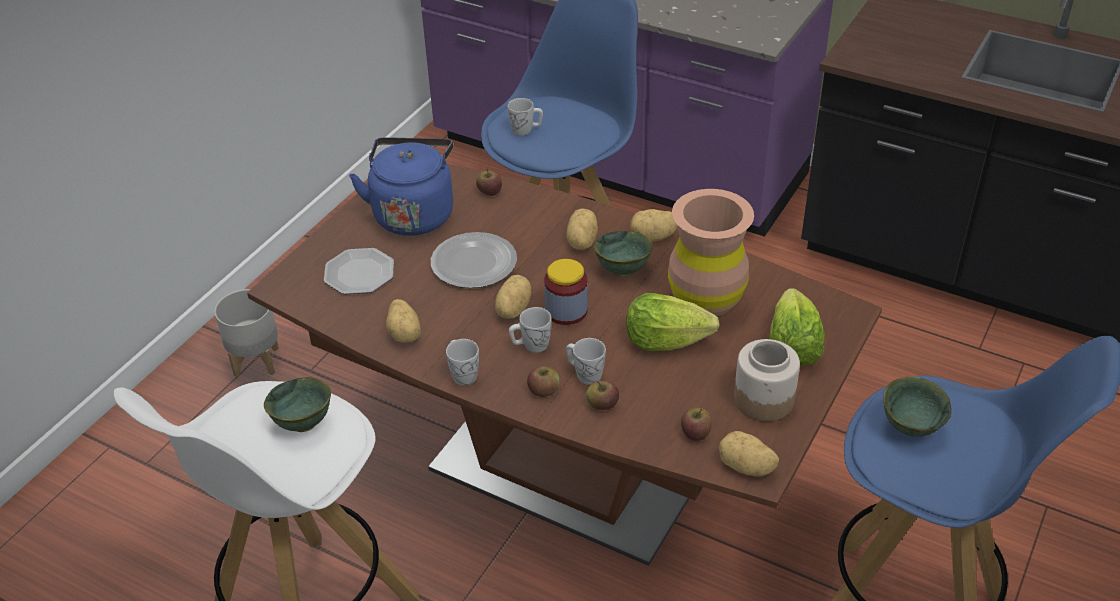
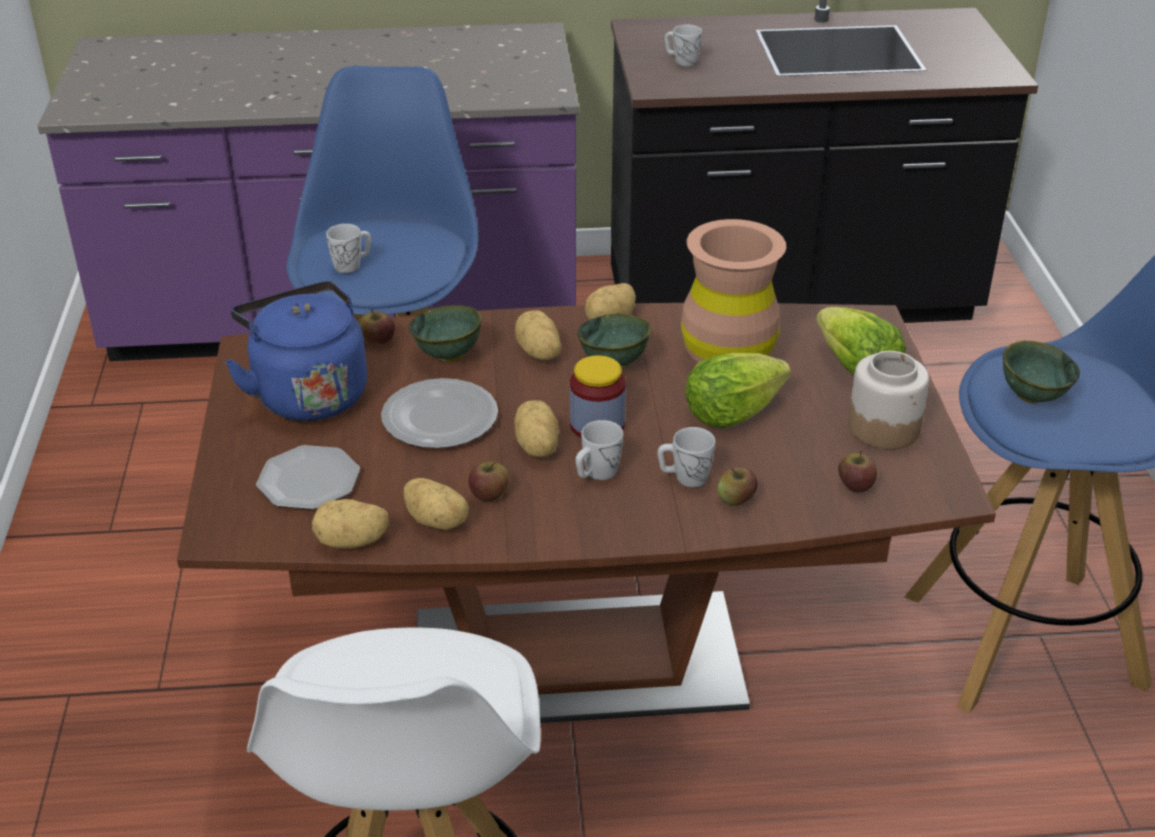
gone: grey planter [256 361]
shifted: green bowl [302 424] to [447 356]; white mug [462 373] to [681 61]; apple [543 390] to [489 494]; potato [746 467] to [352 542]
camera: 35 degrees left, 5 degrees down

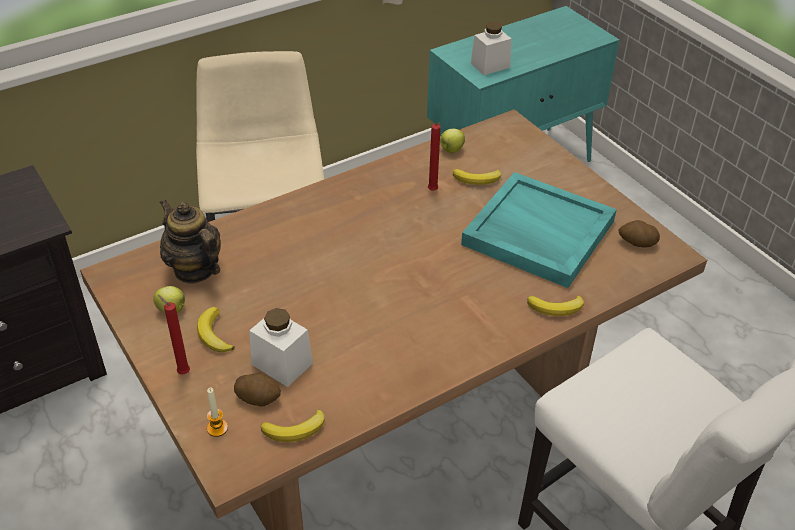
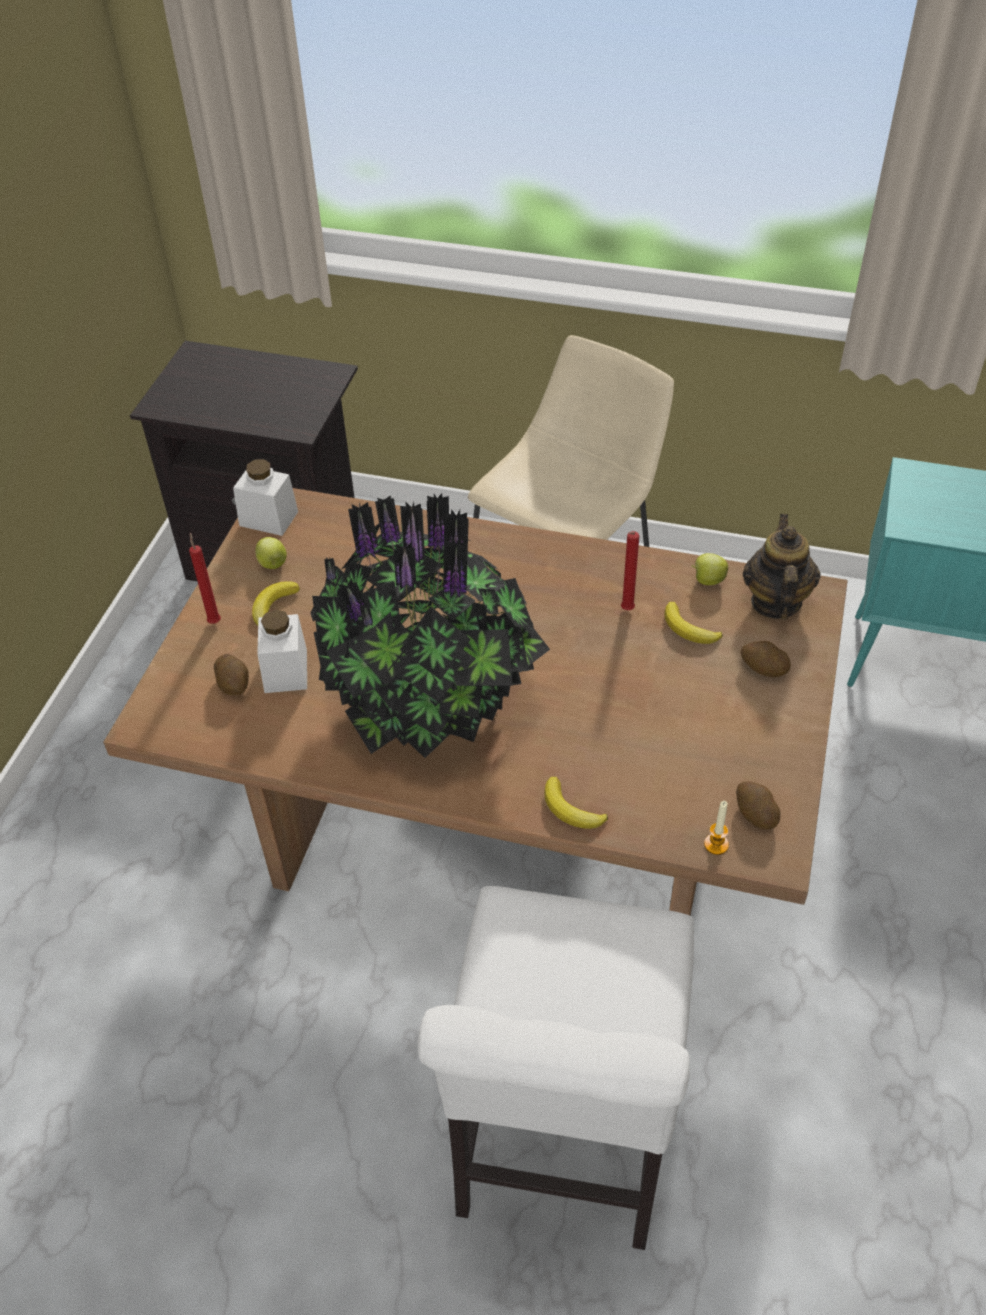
gone: banana [295 430]; turquoise tray [537 233]
new: potted plant [432 699]; potato [763 669]
shifted: teapot [194 269] to [775 602]; candle [217 428] to [716 844]; white jar [490 65] to [268 518]
camera: 50 degrees right, 5 degrees up

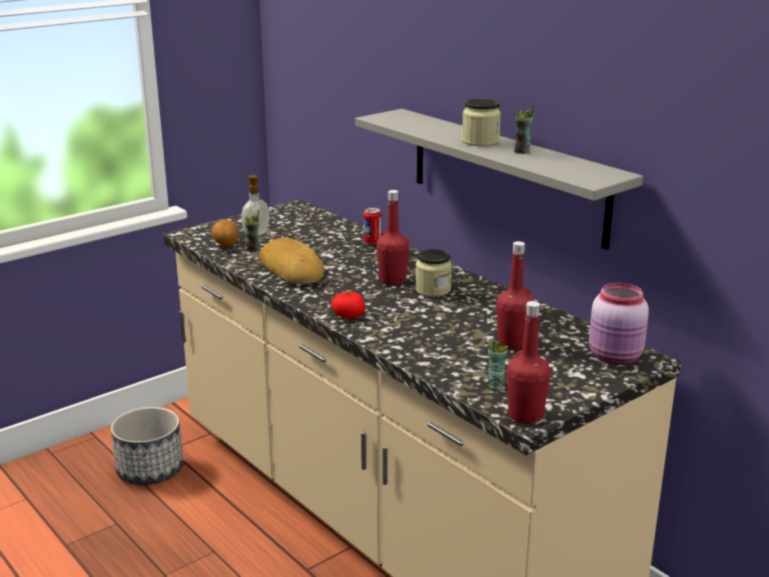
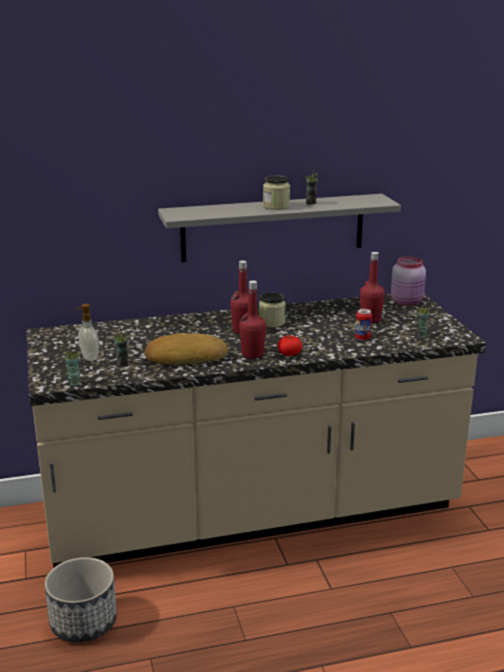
gone: potato [226 245]
new: cup [74 382]
shifted: can [372 242] to [362 338]; red bottle [525 415] to [252 354]
camera: 65 degrees left, 0 degrees up

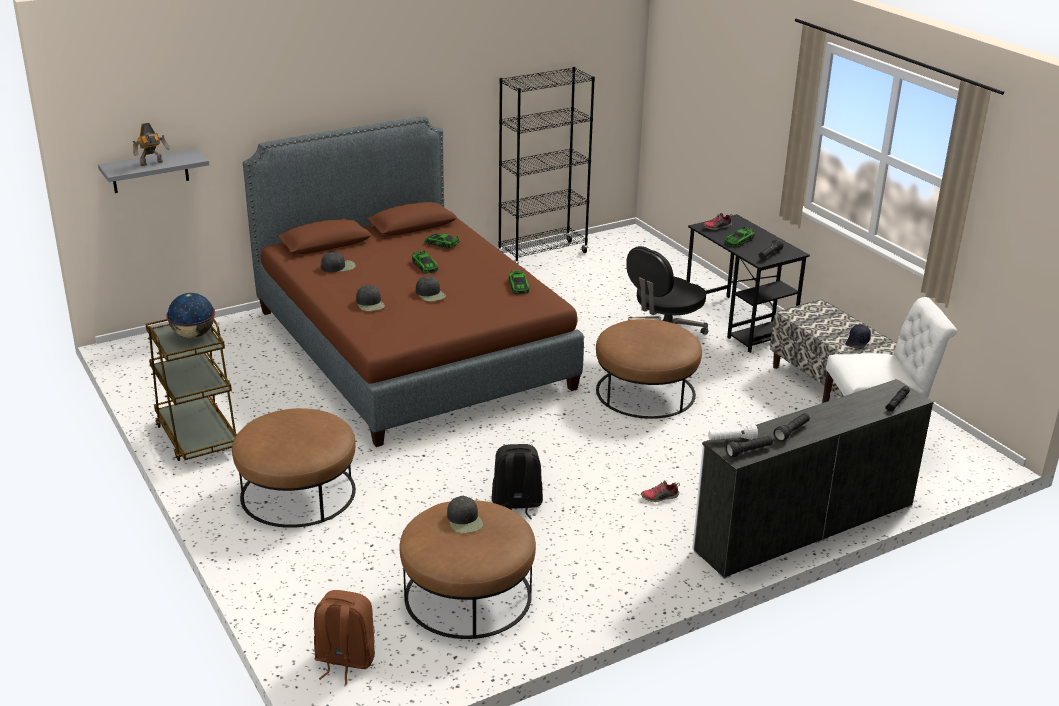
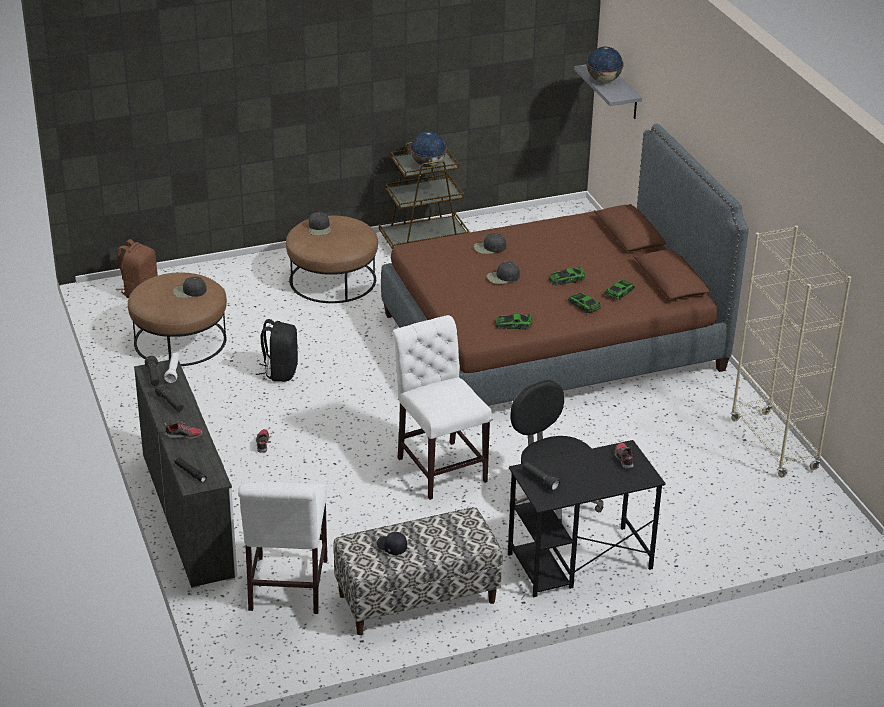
new: shoe [184 435]
shifted: black cap [338 266] to [319 228]; toy car [739 241] to [583 305]
swapped: toy robot [152 163] to globe [604 80]; brown ottoman [645 392] to white chair [439 466]
repainted: black bookcase [542 255] to beige bookcase [774 445]
camera: 100 degrees right, 5 degrees up

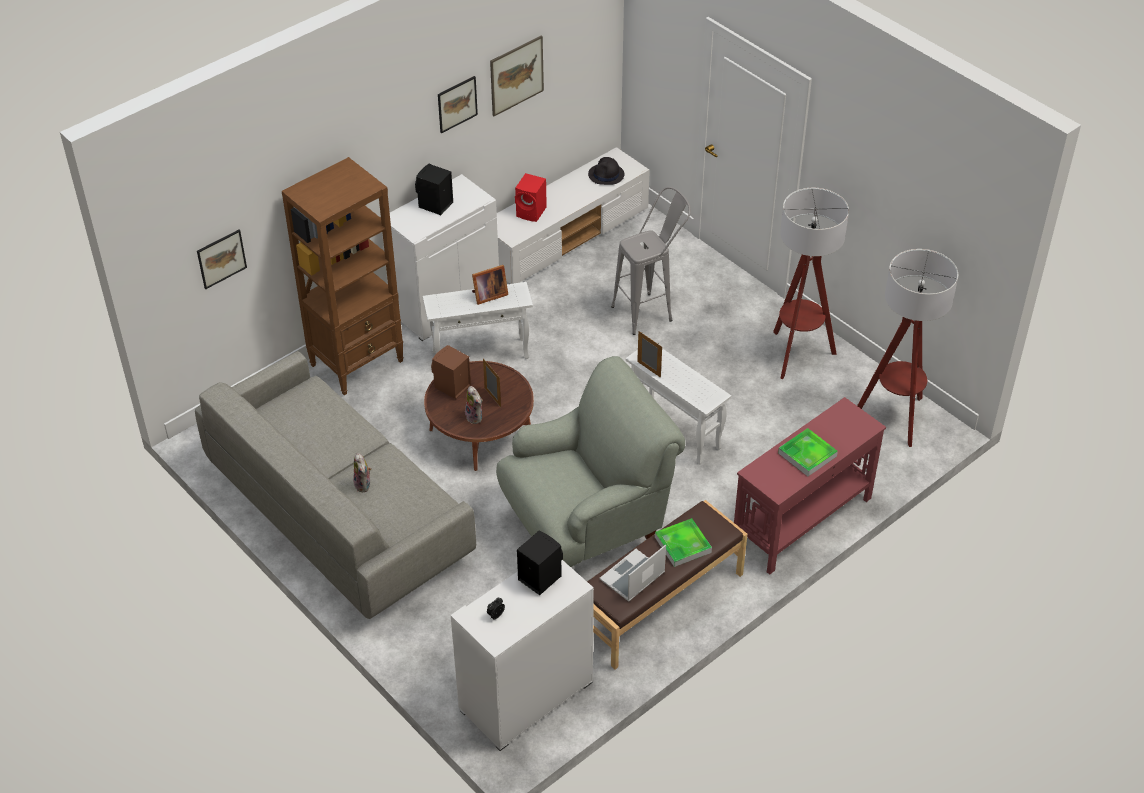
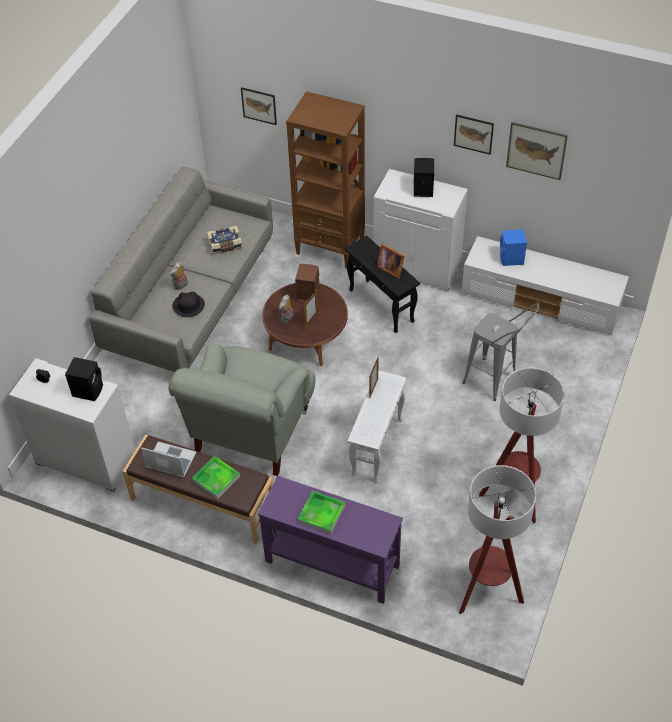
new: book [225 245]
shifted: black hat [606 175] to [188 305]
repainted: white side table [480 355] to black side table [381 306]; red speaker [532 212] to blue speaker [511 259]; red console table [801 521] to purple console table [331 563]
rotated: grey armchair [586 527] = [251 432] 75 degrees clockwise
camera: 65 degrees right, 5 degrees up

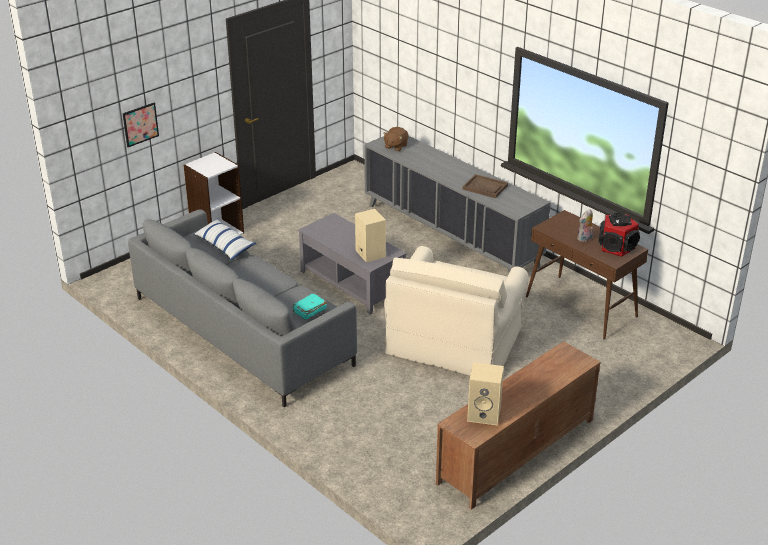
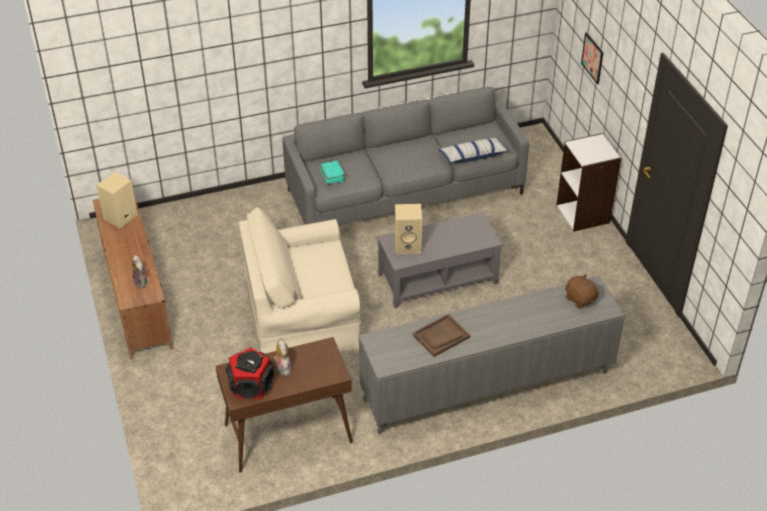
new: plush toy [142 282]
rotated: beige armchair [453 340] = [302 315] 60 degrees counterclockwise
camera: 115 degrees right, 10 degrees up

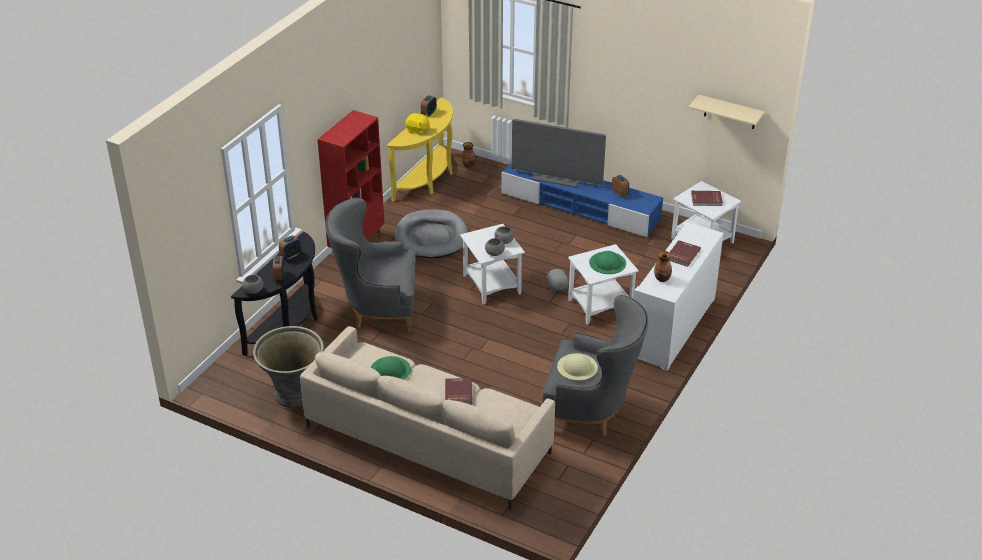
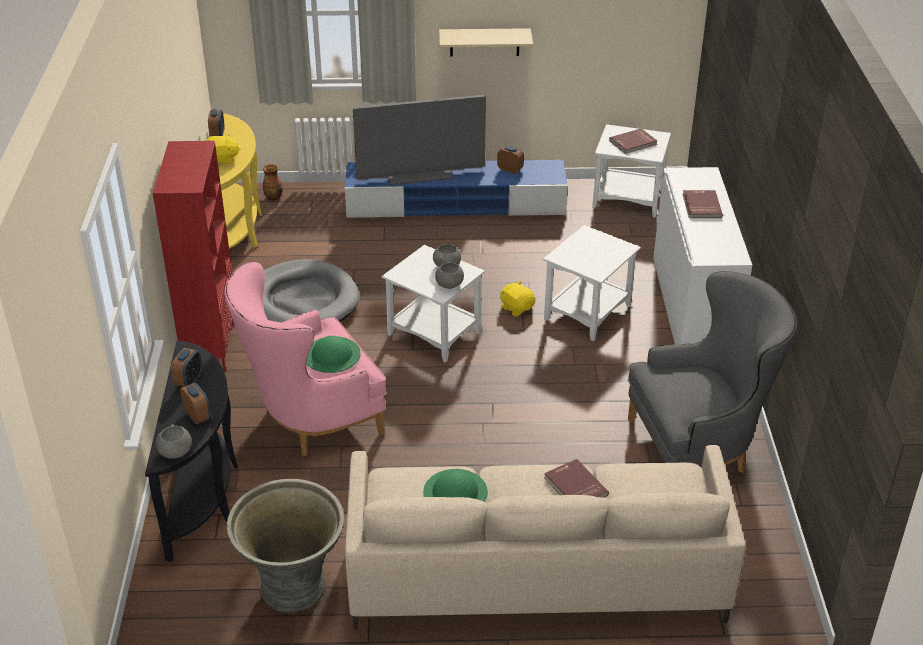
gone: beige hat [577 367]; vase [662 278]
shifted: green hat [607 263] to [332 354]; beige shelf [730 112] to [484 42]
repainted: grey armchair [376 309] to pink armchair [310 420]; grey plush toy [557 287] to yellow plush toy [517 308]
camera: 30 degrees left, 0 degrees up

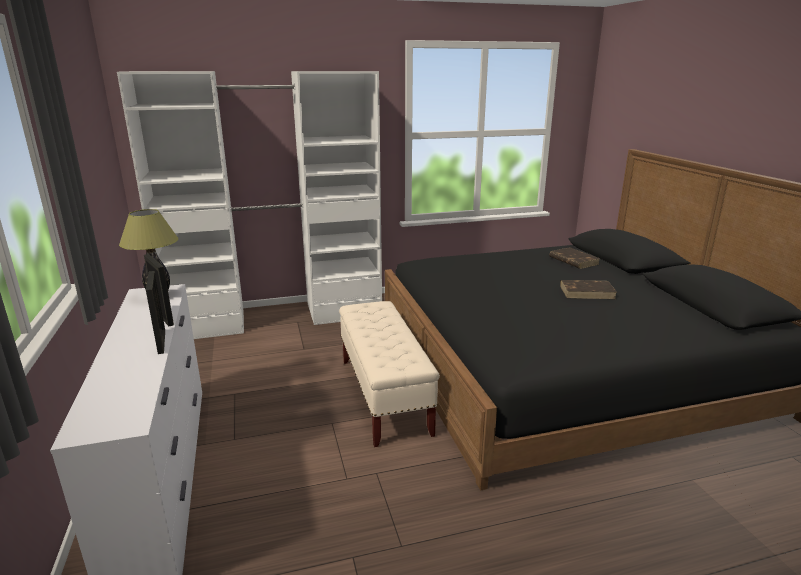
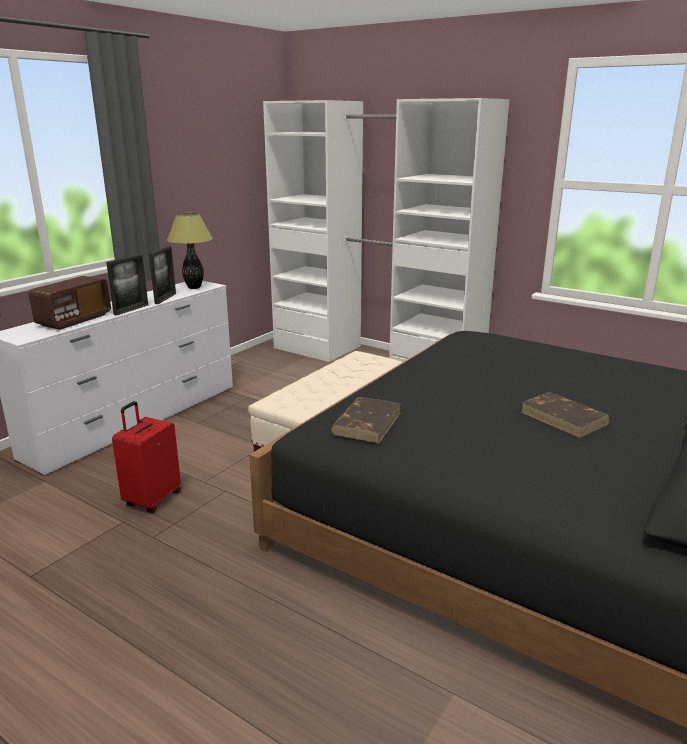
new: radio [74 320]; red suitcase [152 499]
shifted: brown book [573 260] to [367 423]
camera: 50 degrees right, 0 degrees up

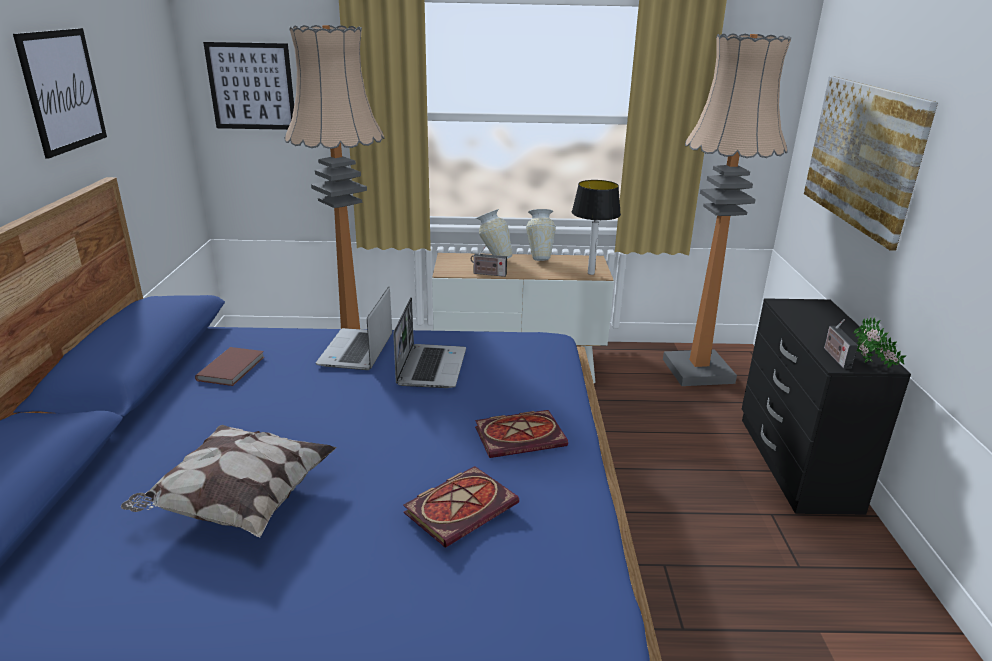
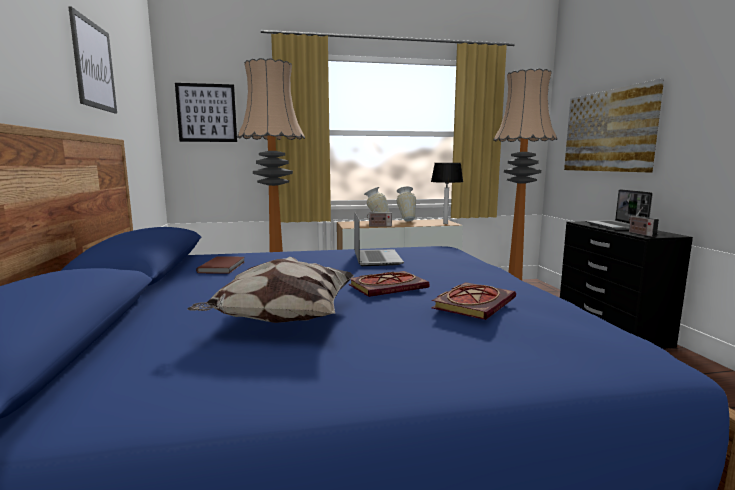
gone: potted plant [872 365]
shifted: laptop [357 351] to [616 226]; book [521 436] to [388 286]
camera: 10 degrees left, 15 degrees down

